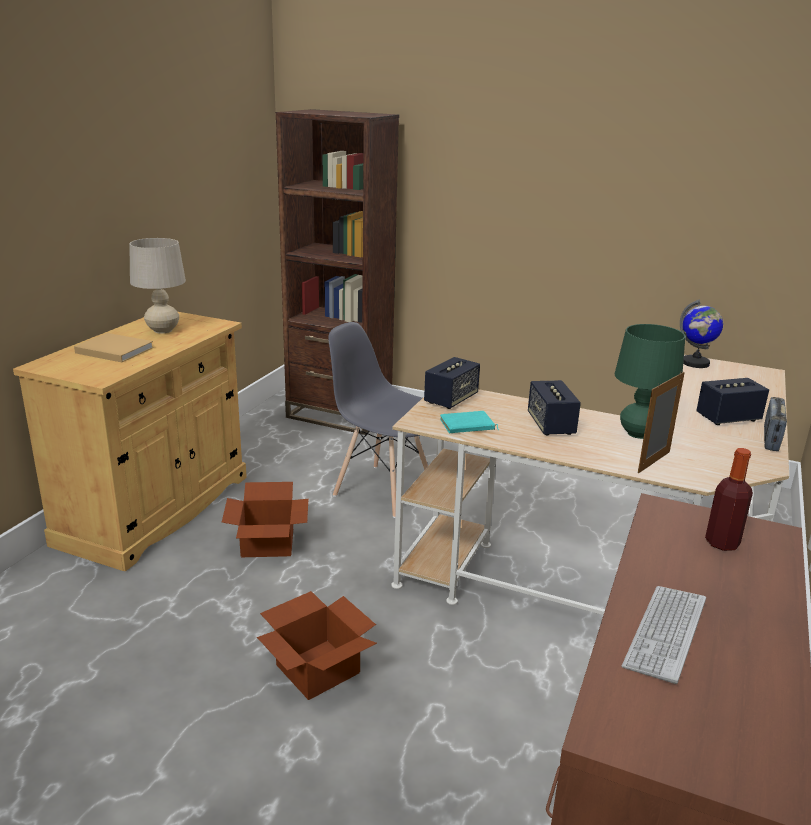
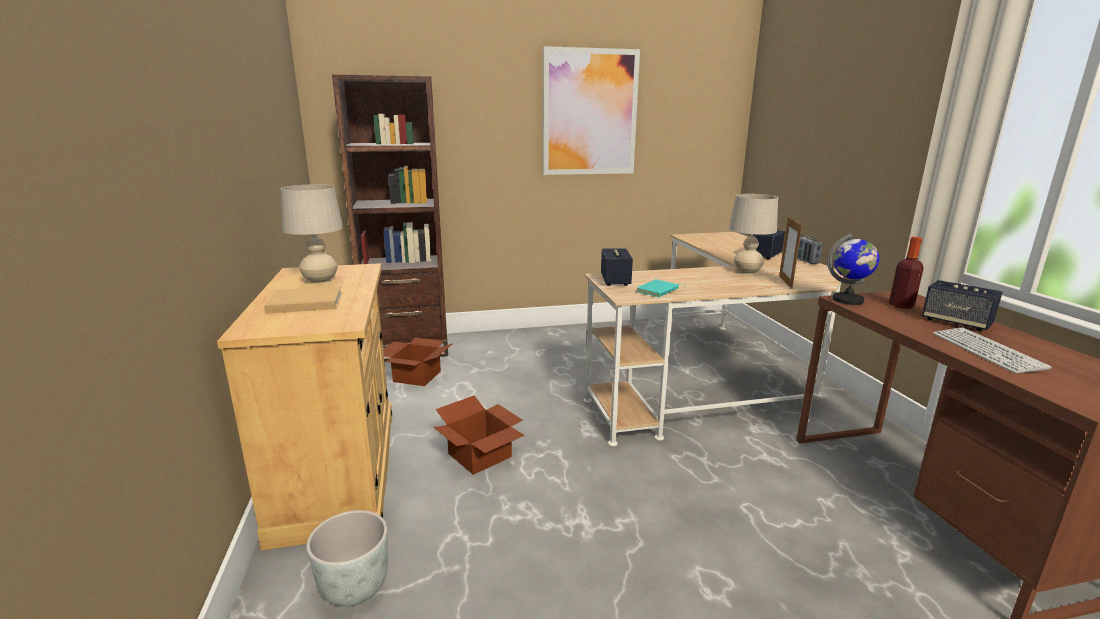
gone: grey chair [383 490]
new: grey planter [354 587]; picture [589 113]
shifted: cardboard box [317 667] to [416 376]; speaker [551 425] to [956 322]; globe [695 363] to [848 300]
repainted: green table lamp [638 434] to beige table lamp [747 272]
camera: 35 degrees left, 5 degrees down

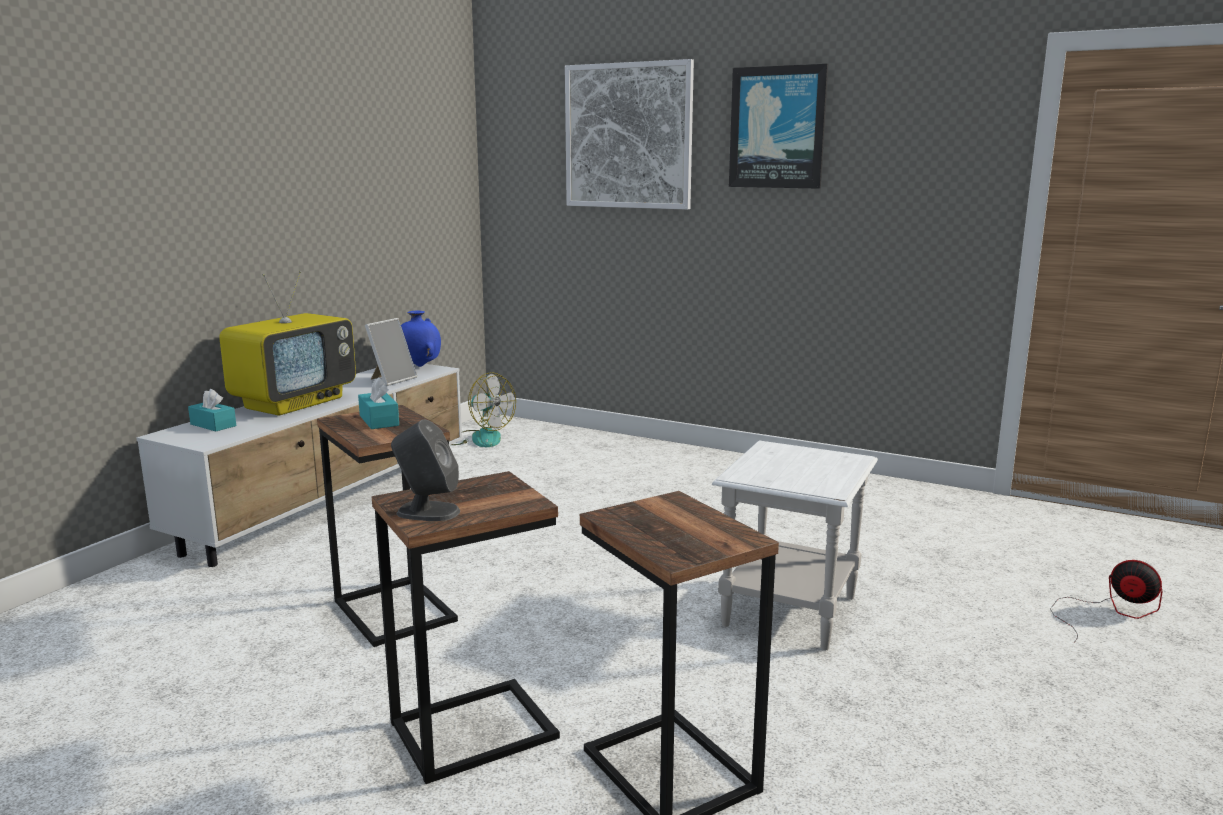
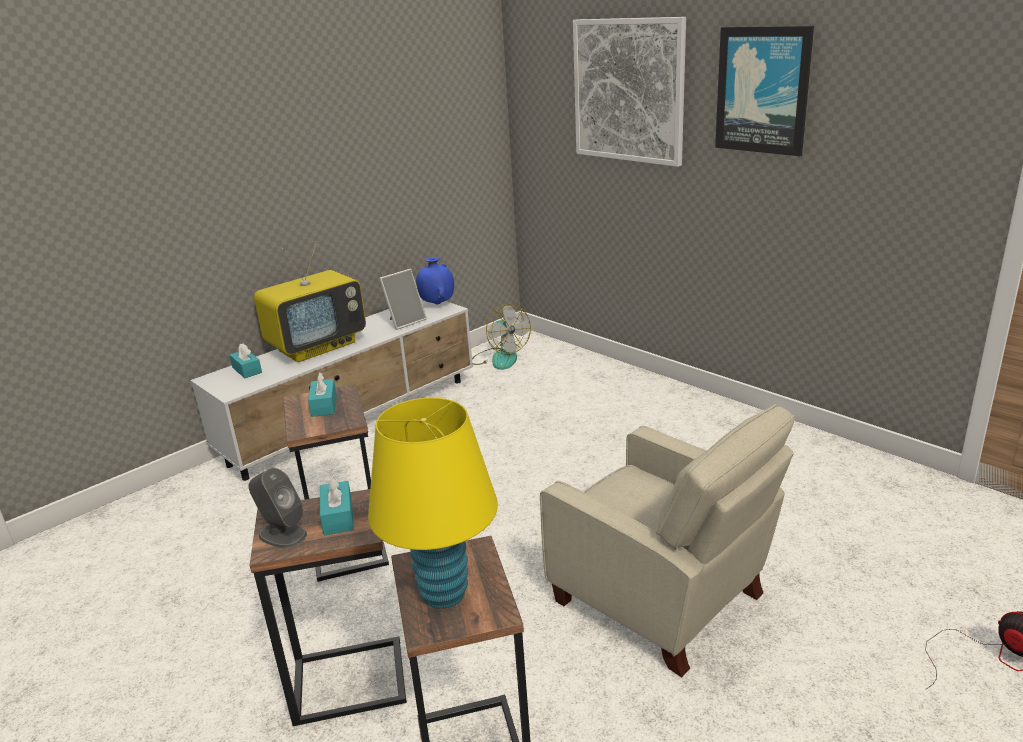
new: turquoise tissue box [338 517]; yellow table lamp [444 594]
swapped: white side table [789 612] to beige armchair [663 601]
camera: 20 degrees right, 10 degrees up

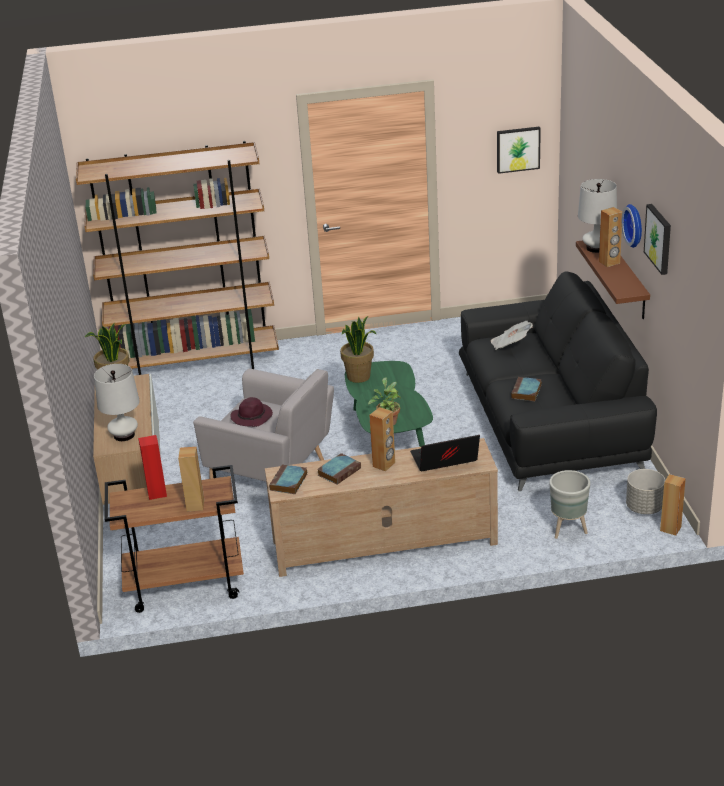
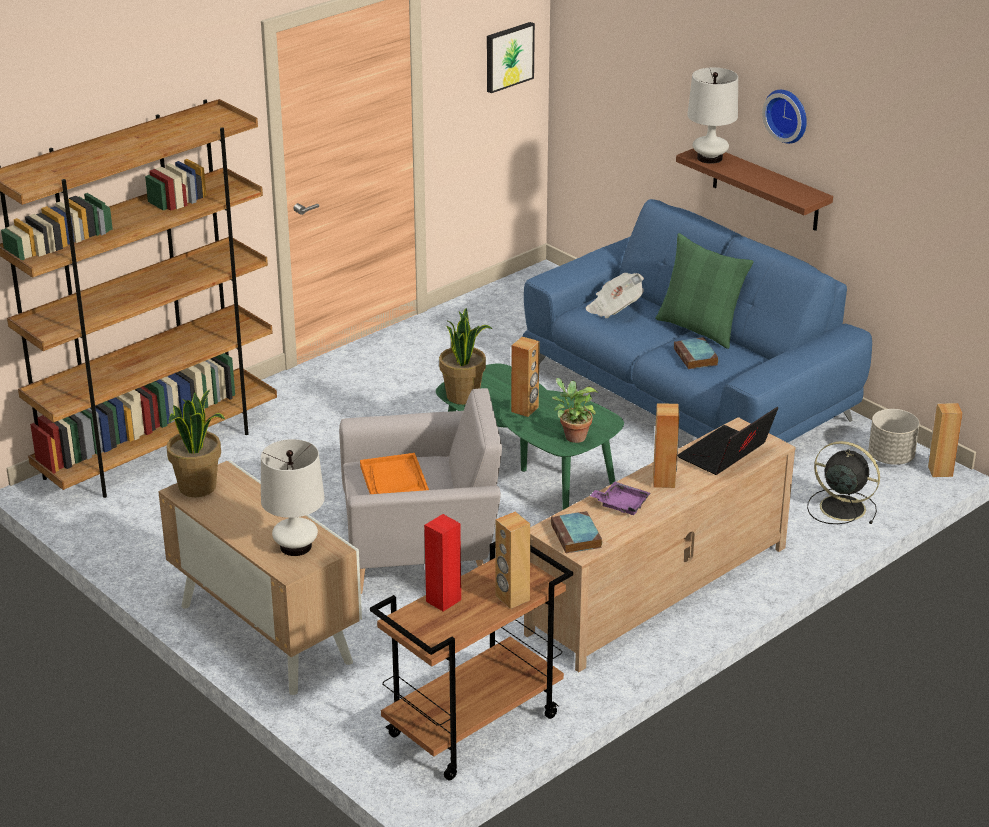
gone: picture [659 238]
new: green pillow [699 329]
shifted: brown speaker [609 262] to [525 409]
swapped: purple hat [252 417] to orange tray [394 481]; book [339 471] to purple tray [621 504]; grey planter [567 530] to black fan [840 507]
repainted: black sofa [550 421] to blue sofa [689 394]
camera: 35 degrees left, 0 degrees up

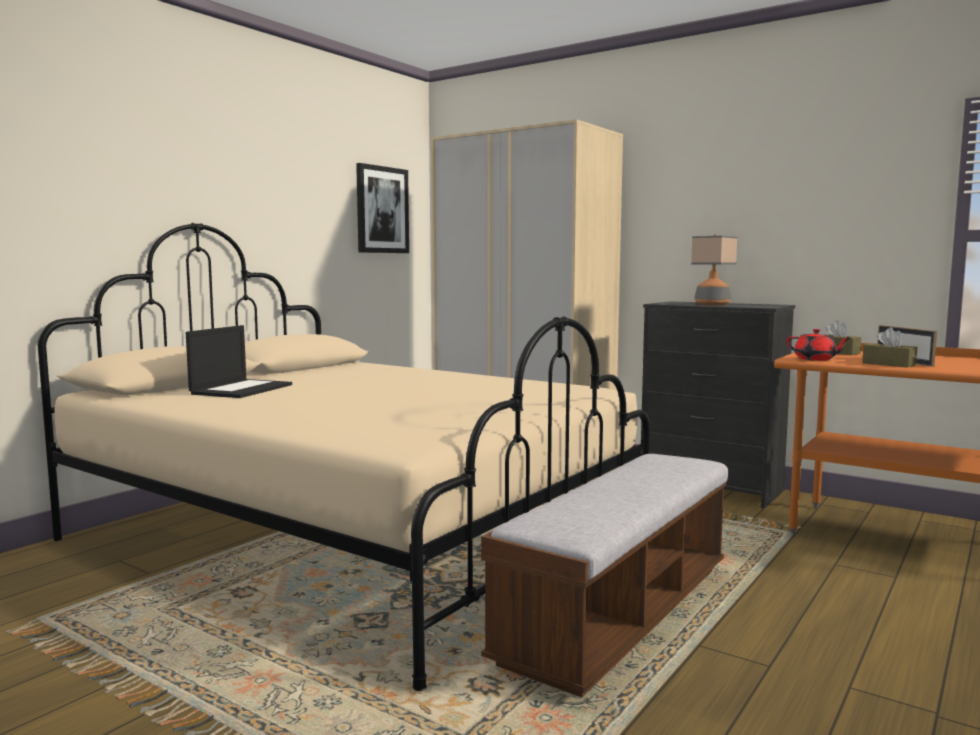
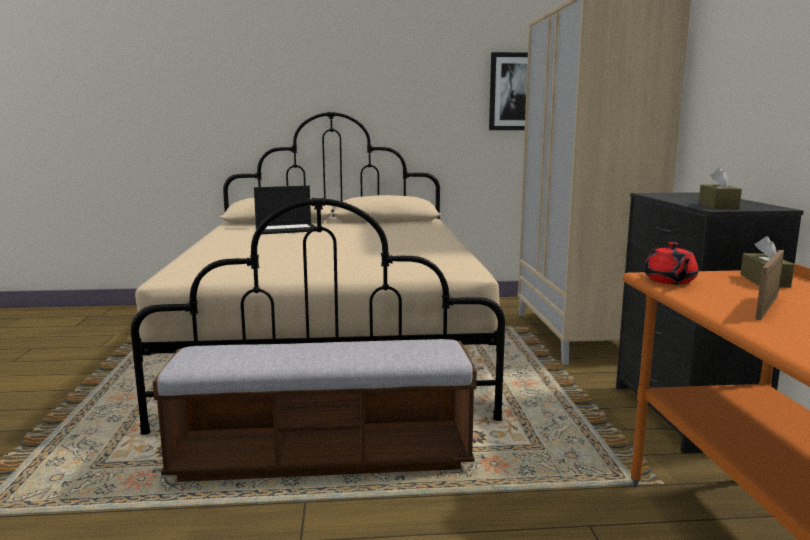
gone: table lamp [712 304]
shifted: brown tissue box [888 364] to [718 206]
camera: 50 degrees right, 5 degrees up

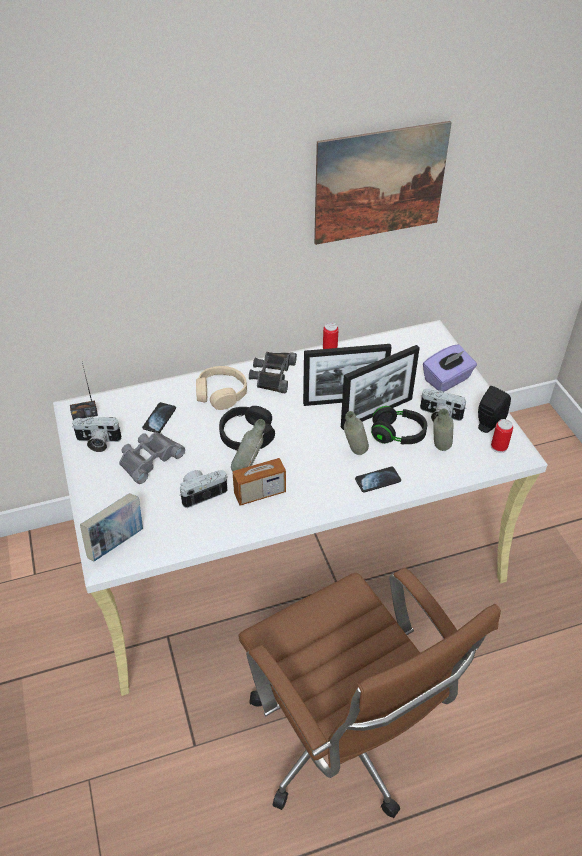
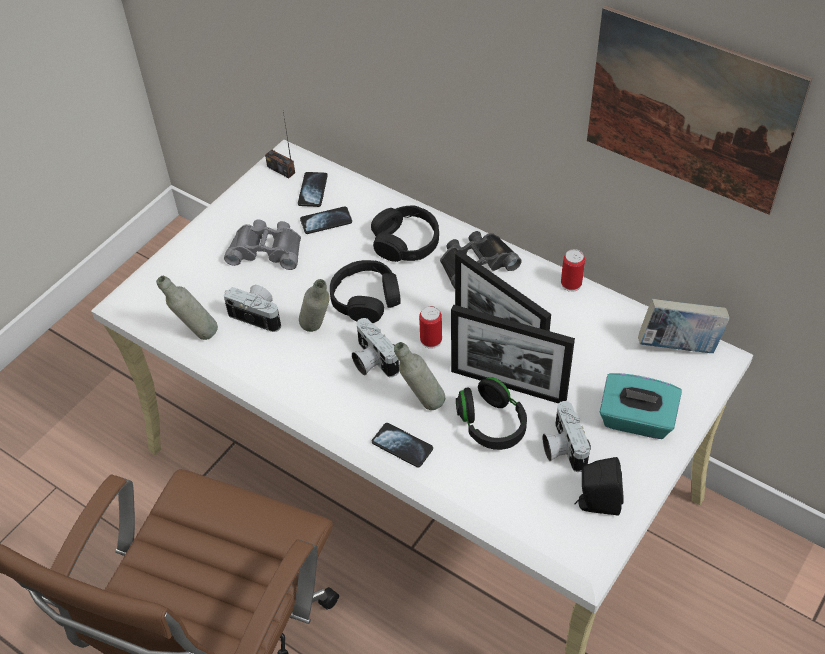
gone: radio [260 493]
new: phone [313 190]
shifted: photo camera [97 442] to [371 360]; book [116 542] to [678 346]; grey bottle [439 451] to [196 335]; can [499 447] to [431 340]
repainted: beige headphones [221 394] to black headphones [406 242]; purple tissue box [447 380] to turquoise tissue box [636 421]
camera: 55 degrees right, 5 degrees up

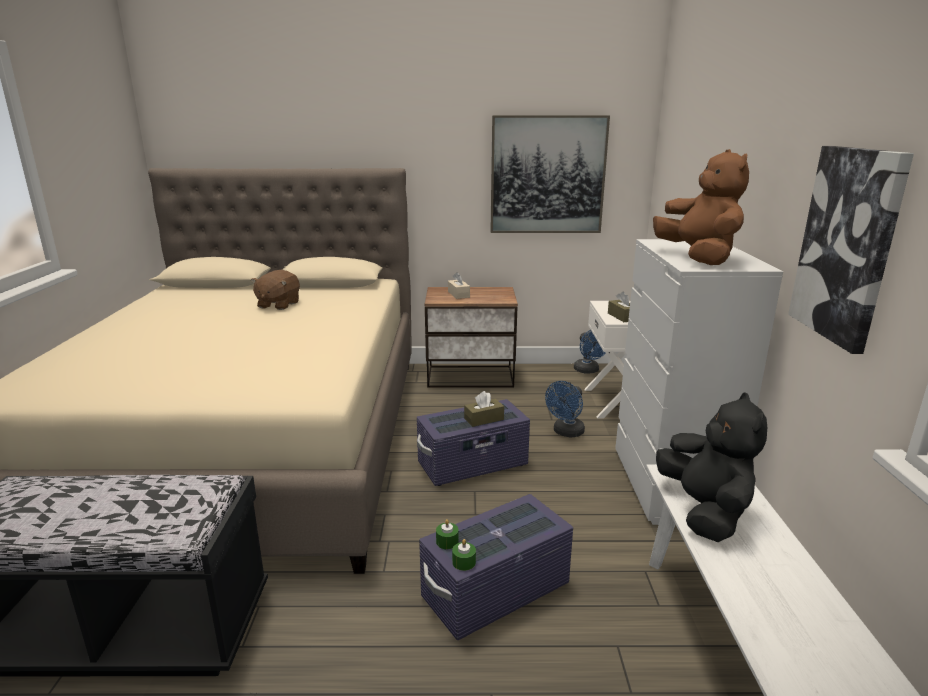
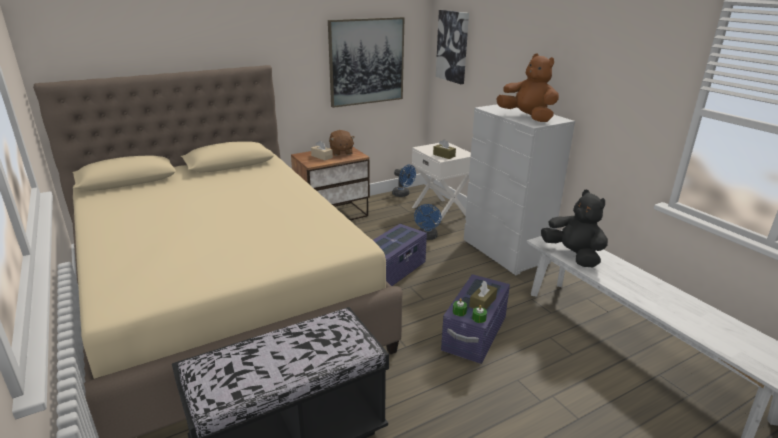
shifted: brown plush toy [278 305] to [341 152]; brown tissue box [484 419] to [482 302]; picture [848 245] to [453 46]
camera: 30 degrees left, 5 degrees up

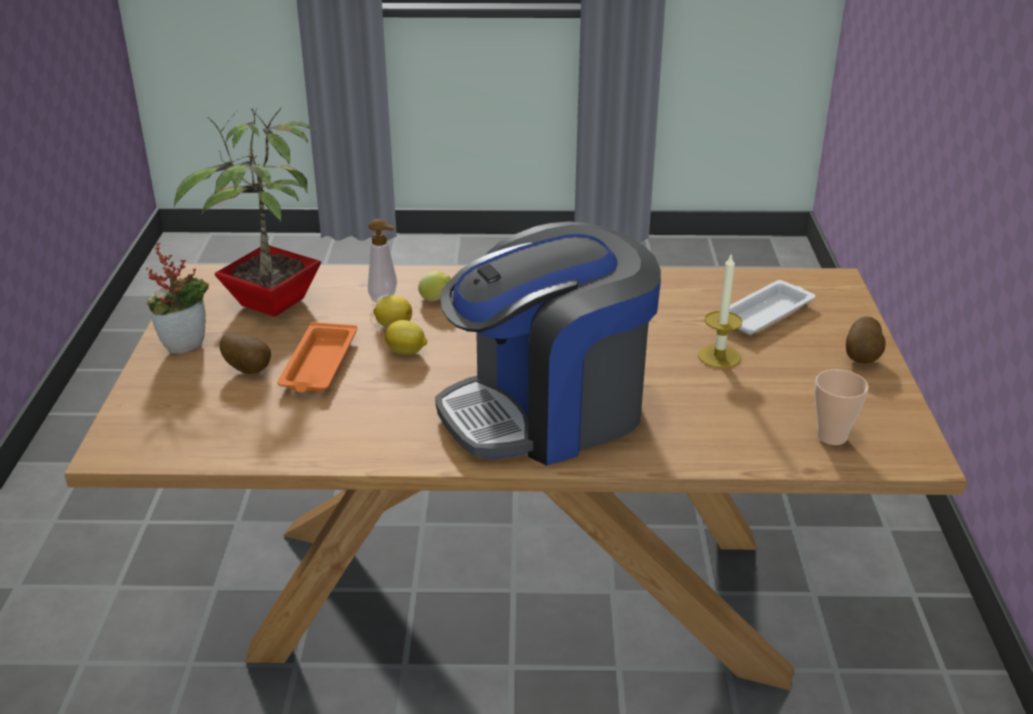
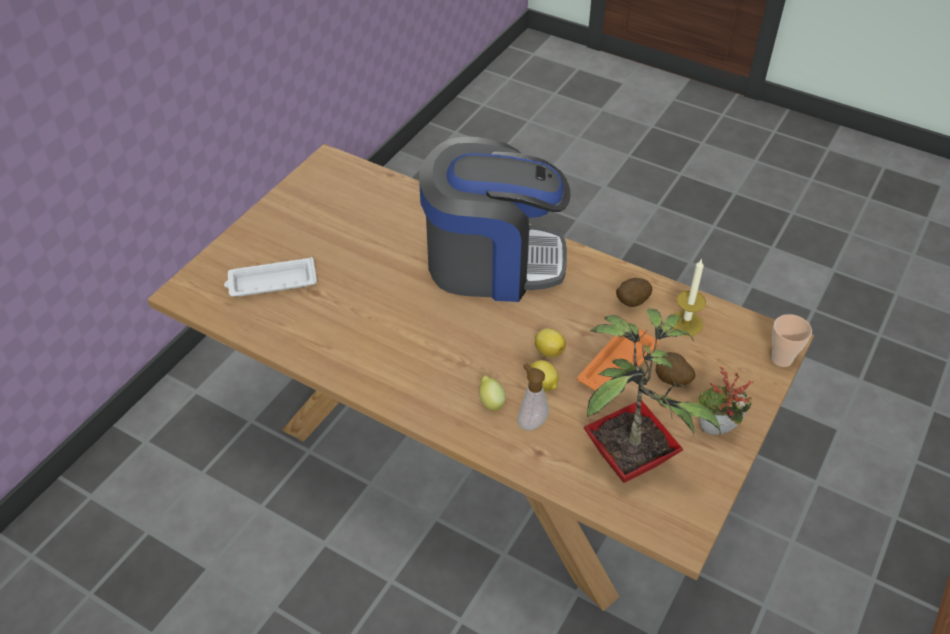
shifted: candle [719 356] to [686 323]; cup [832 437] to [781 359]; potato [862 358] to [630 302]
camera: 150 degrees left, 15 degrees up

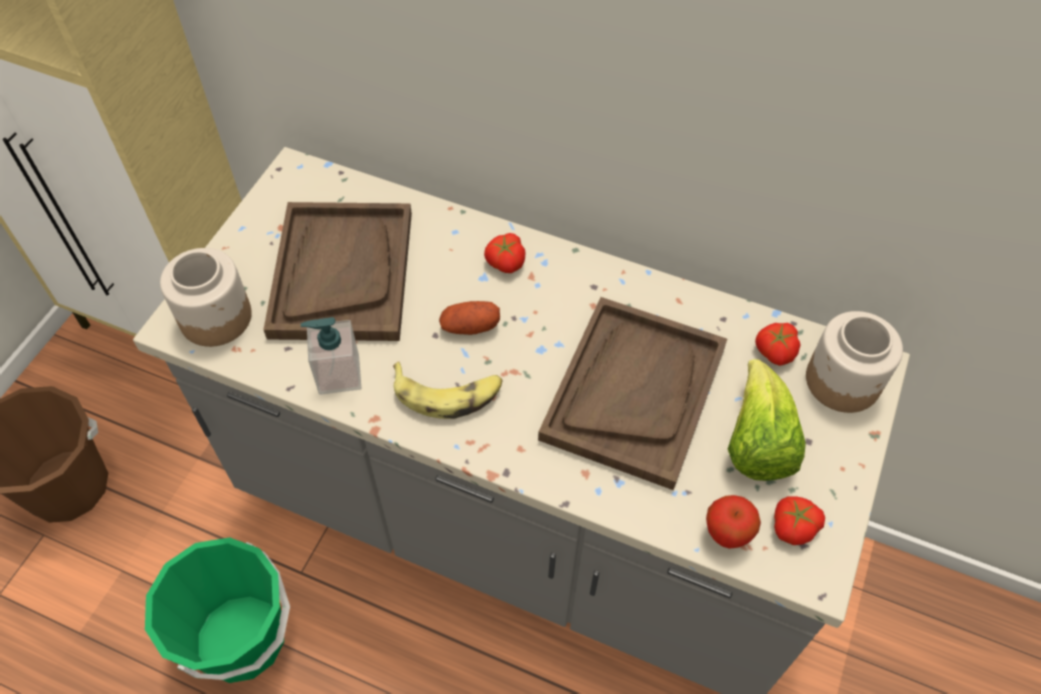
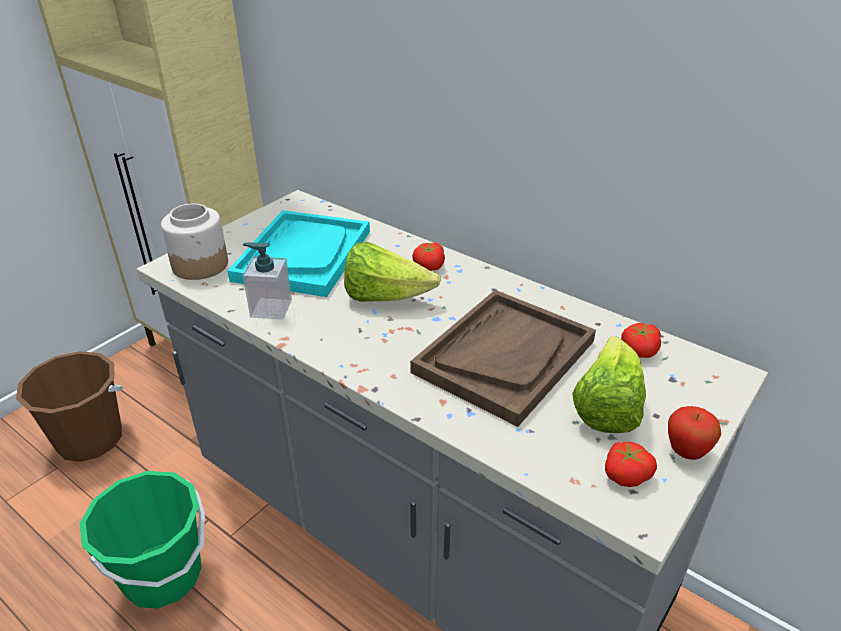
gone: banana [448 393]; jar [843 381]
shifted: apple [726 535] to [686 452]
swapped: potato [470 326] to lettuce [385 297]
repainted: brown tray [342 273] to turquoise tray [303 255]
camera: 15 degrees right, 20 degrees down

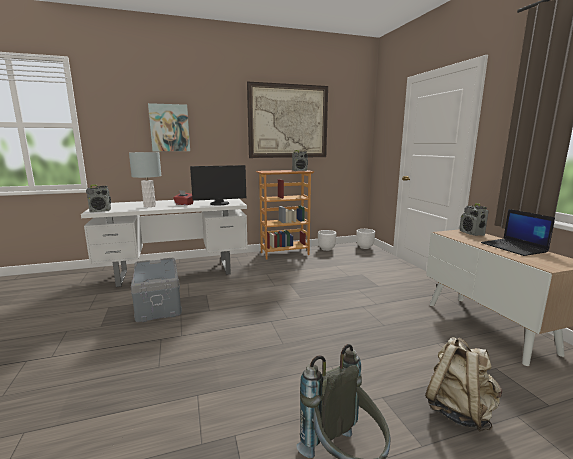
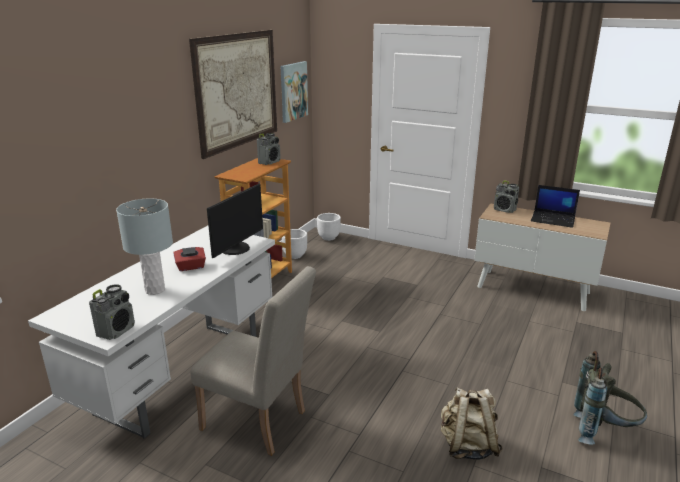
shifted: picture [169 128] to [293 91]; beige backpack [458 410] to [467 446]
swapped: grey storage box [157 304] to beige chair [260 423]
camera: 45 degrees left, 10 degrees up

